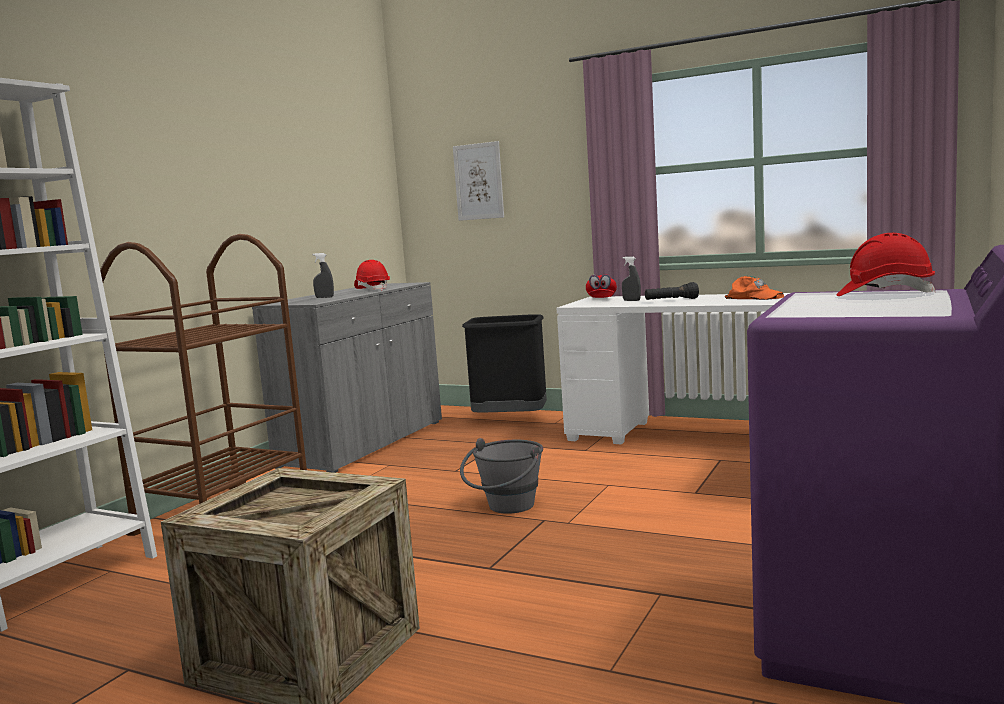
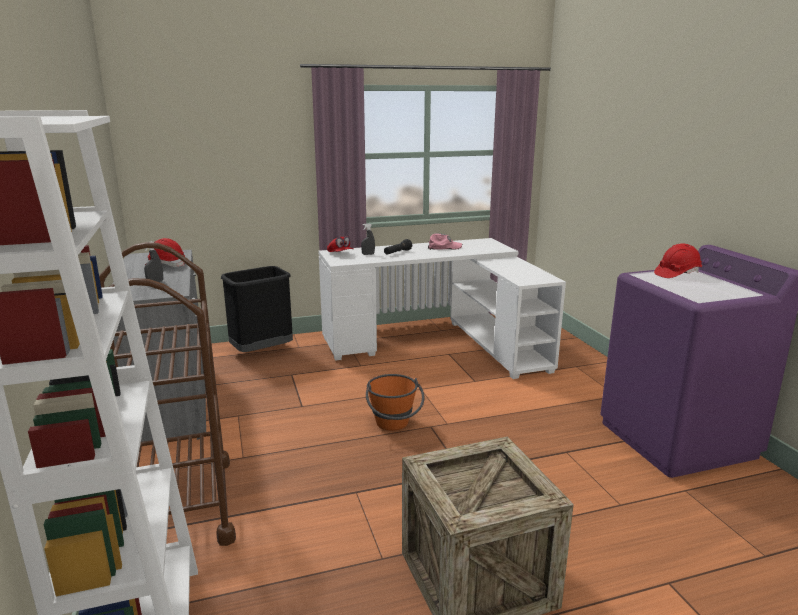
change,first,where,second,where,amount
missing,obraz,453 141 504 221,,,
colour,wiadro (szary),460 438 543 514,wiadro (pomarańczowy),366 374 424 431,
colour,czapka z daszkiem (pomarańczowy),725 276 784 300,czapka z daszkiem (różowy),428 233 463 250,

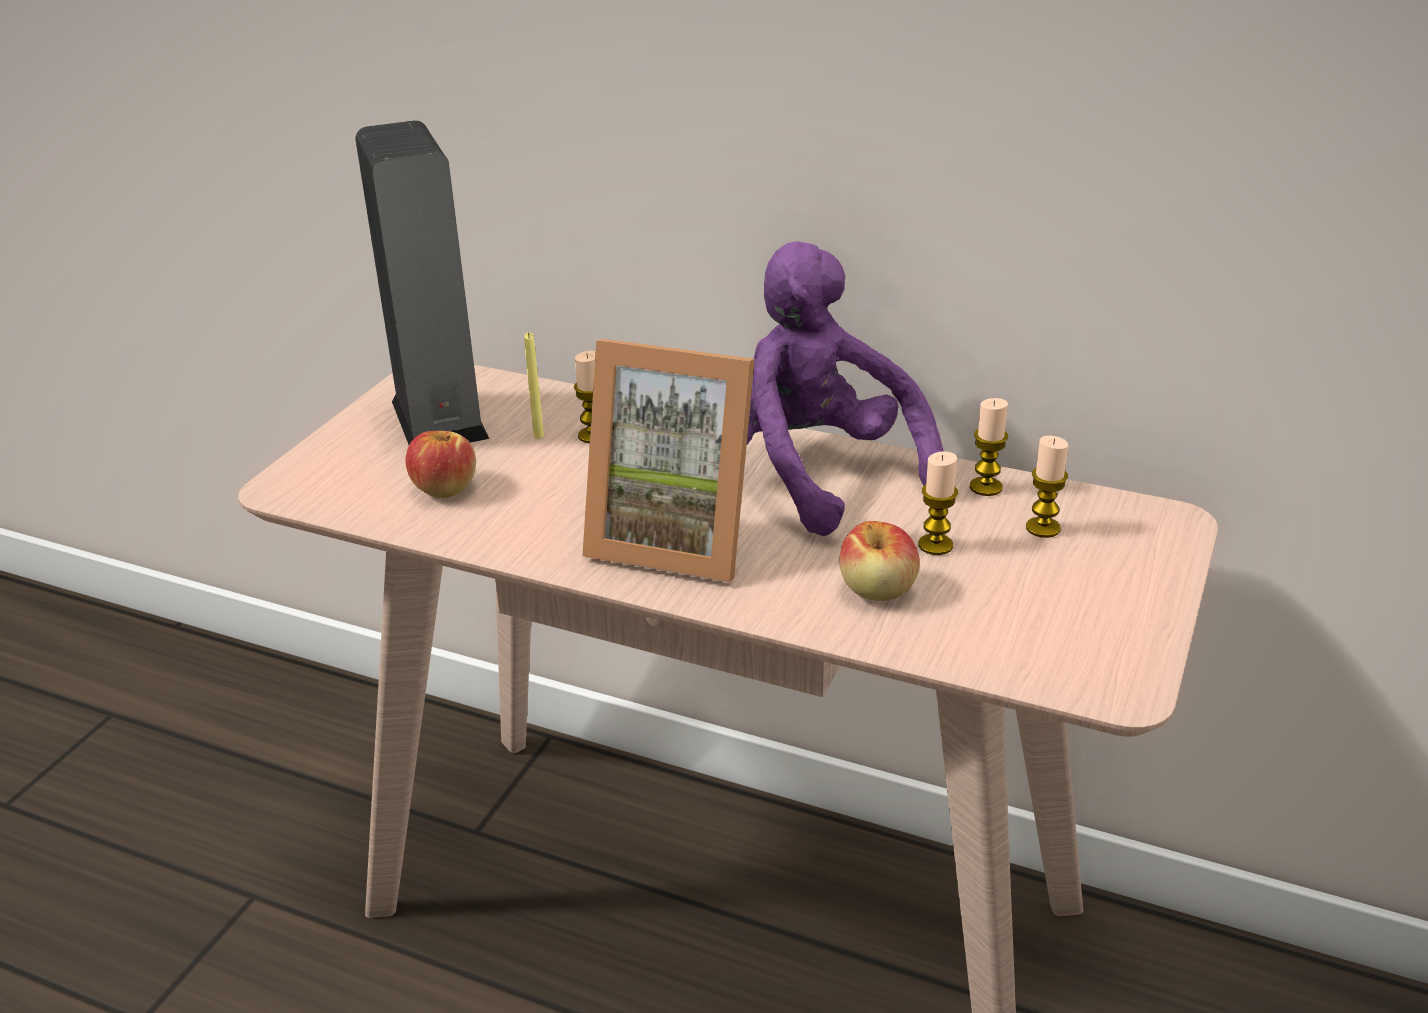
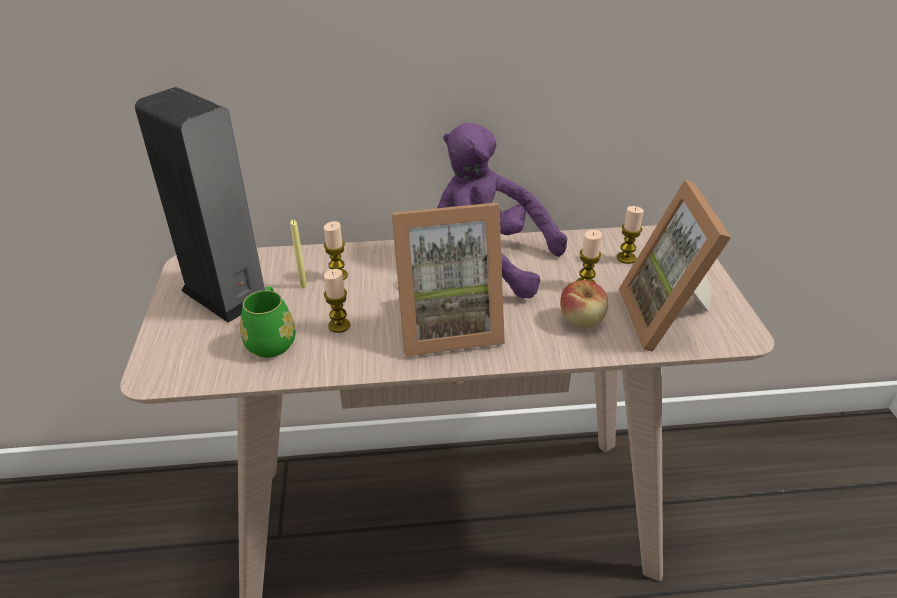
change,first,where,second,where,amount
exchanged,jabłko,405 431 476 498,kubek (zielony),240 287 296 357,
relocated,świeca,970 398 1008 496,,324 269 350 333,
appeared,,,ramka na zdjęcie,619 180 731 352,

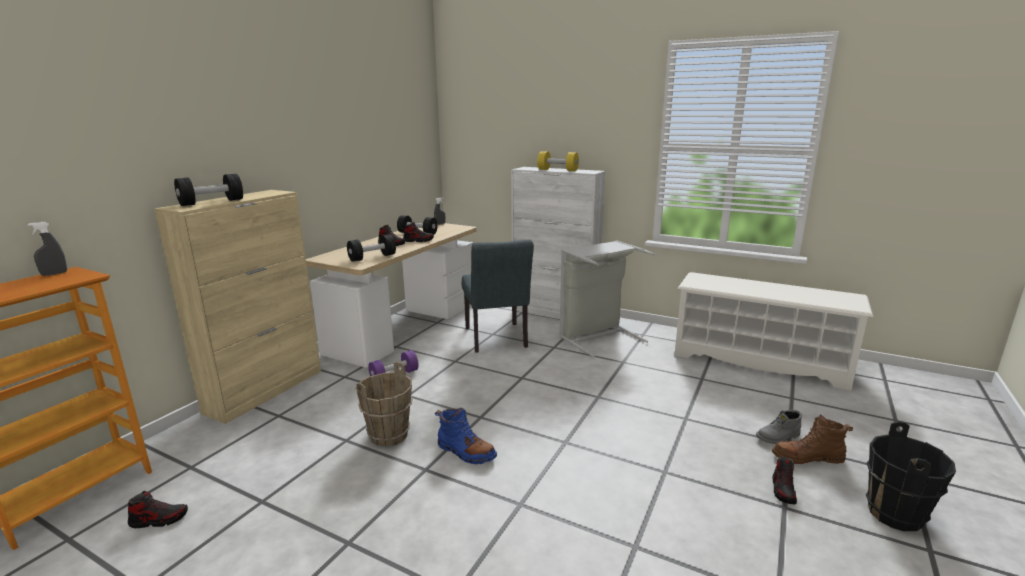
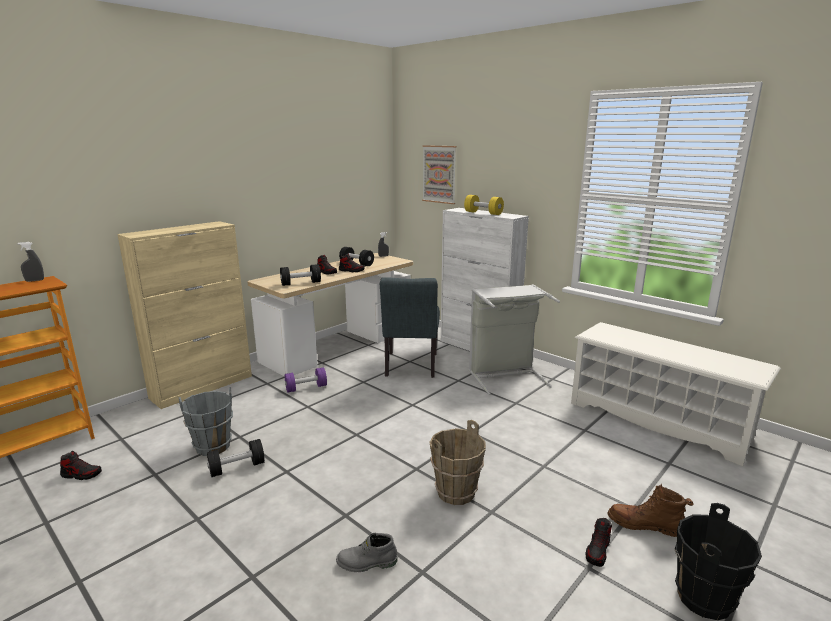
change,first,where,second,where,amount
relocated,hantel (czarny),174 174 243 206,,207 439 265 477,
relocated,wiadro (brązowy),355 362 412 447,,429 420 486 505,
missing,but z cholewką (niebieski),435 408 497 464,,,
relocated,but z cholewką (szary),756 410 802 444,,336 533 397 572,
appeared,,,wiadro (szary),179 388 233 456,
appeared,,,obraz,422 145 457 204,

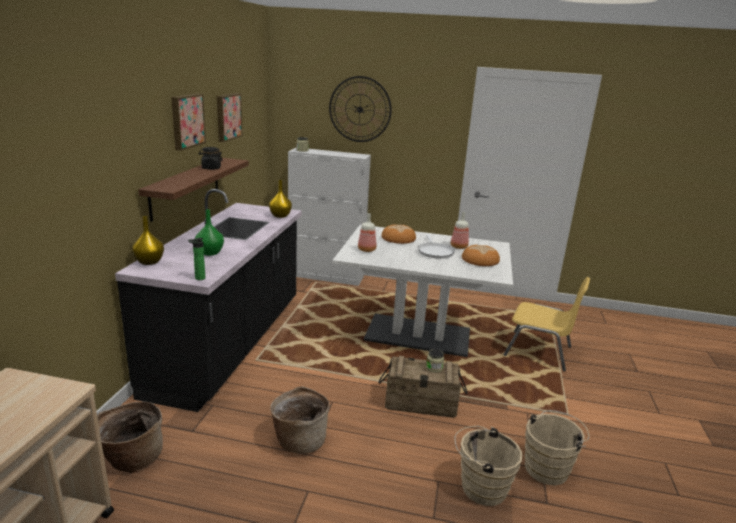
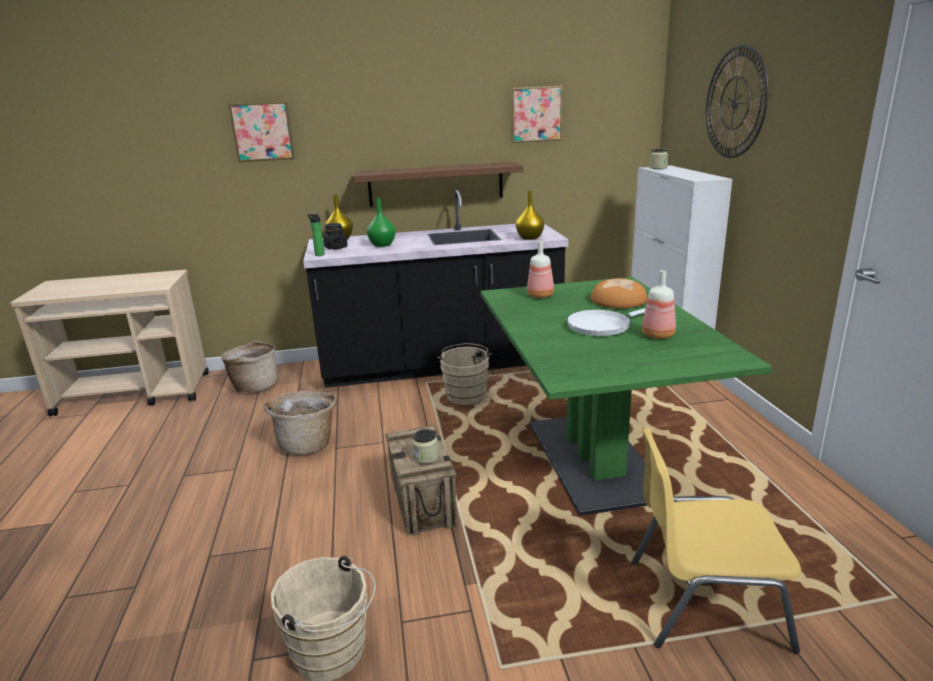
change,first,where,second,where,amount
relocated,obraz,171 94 206 151,,228 101 295 162,
relocated,słoik (czarny),199 147 223 170,,323 223 348 249,
colour,stół jadalny (biały),332 225 513 357,stół jadalny (zielony),481 277 772 516,
relocated,wiadro (beżowy),454 426 523 506,,437 343 492 405,
missing,chleb,462 245 500 266,,,
spun,krzesło (żółty),503 277 590 371,,632 428 801 654,90 degrees clockwise

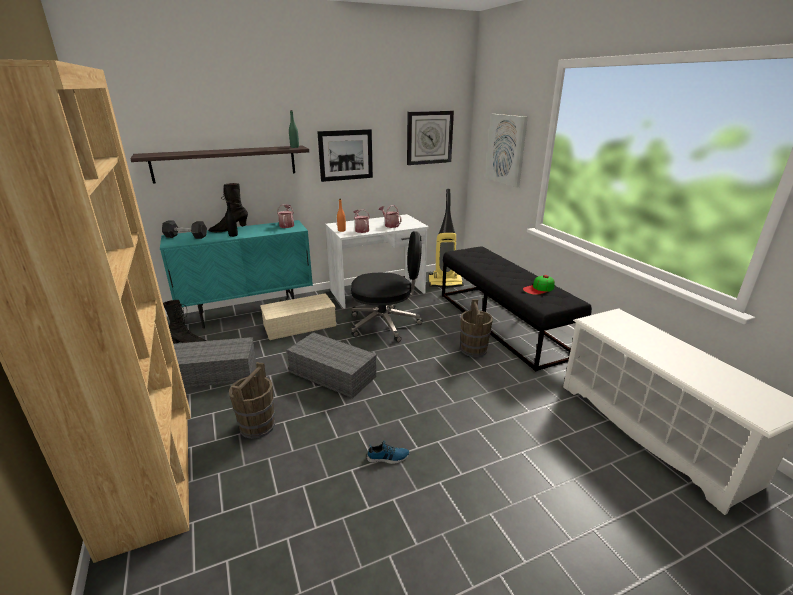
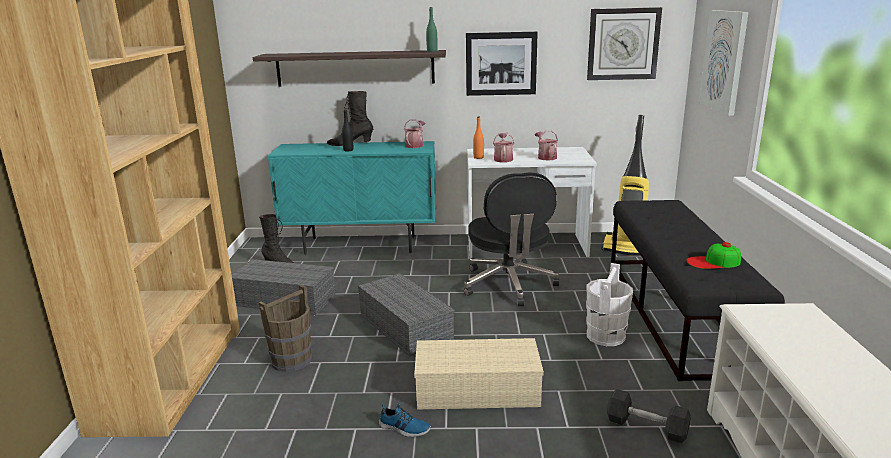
change,first,where,second,where,amount
relocated,hantel (szary),162 220 207 239,,607 389 691 443,
relocated,pojemnik do przechowywania (beżowy),260 293 336 340,,414 338 544 409,
spun,krzesło biurowe (czarny),351 231 423 342,,464 172 560 306,60 degrees clockwise
colour,wiadro (brązowy),460 299 493 357,wiadro (biały),586 263 633 346,

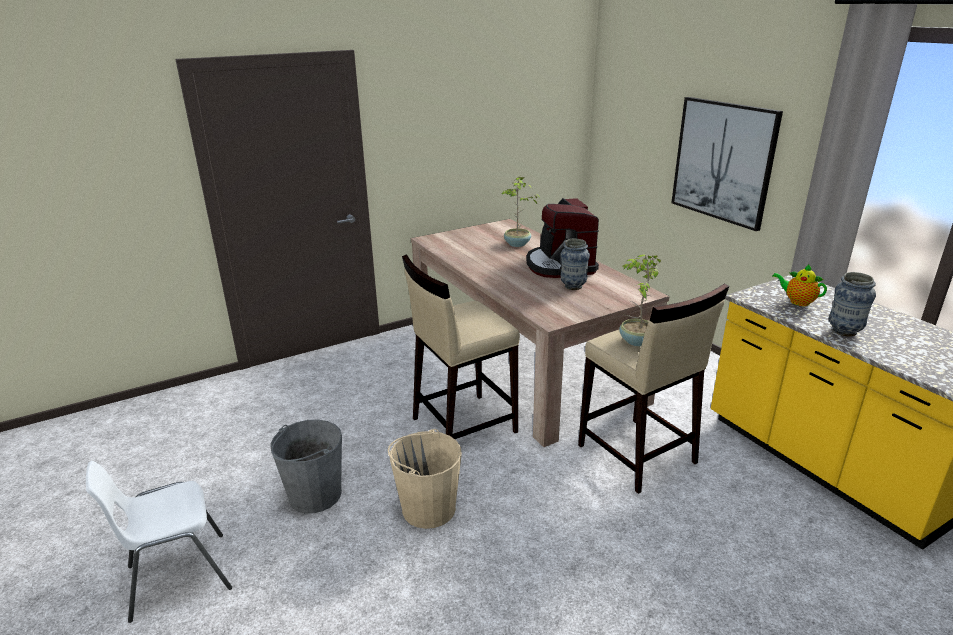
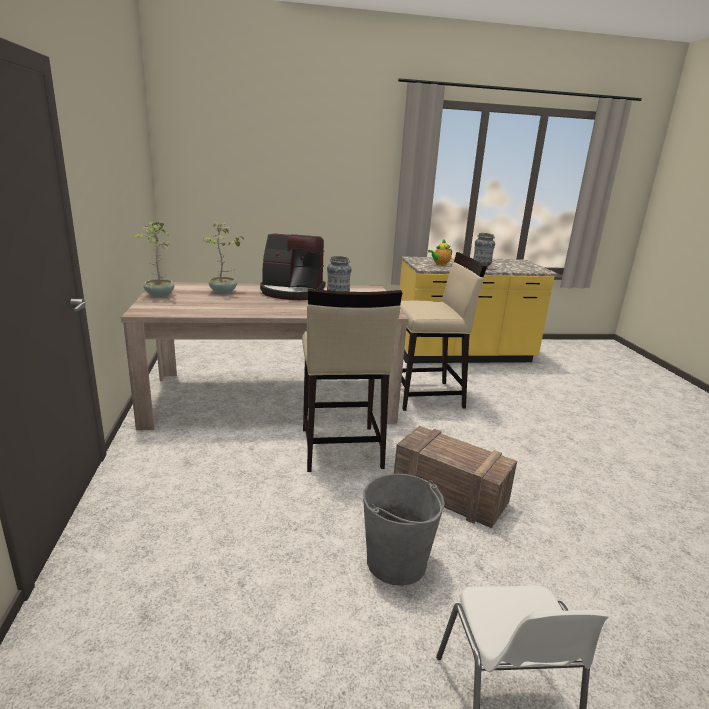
change,first,where,second,where,amount
exchanged,wiadro (beżowy),388 429 462 529,skrzynka,394 426 517 528,
relocated,roślina doniczkowa,619 254 661 346,,132 222 174 297,
missing,obraz,671 97 783 231,,,

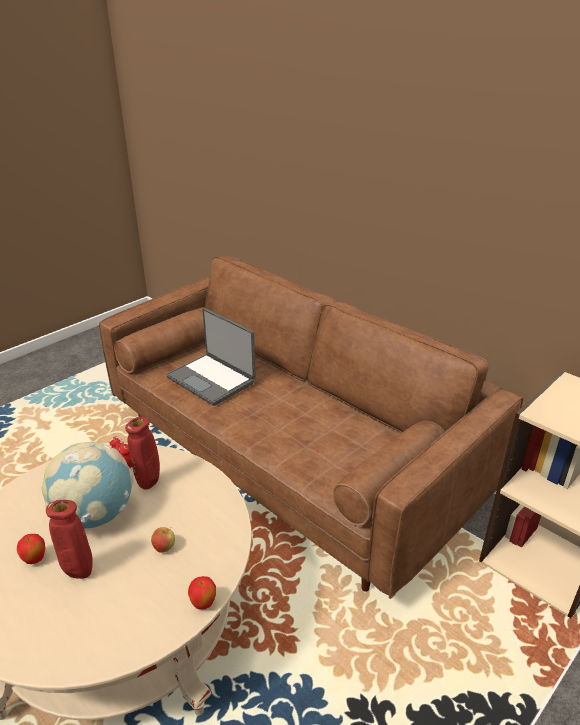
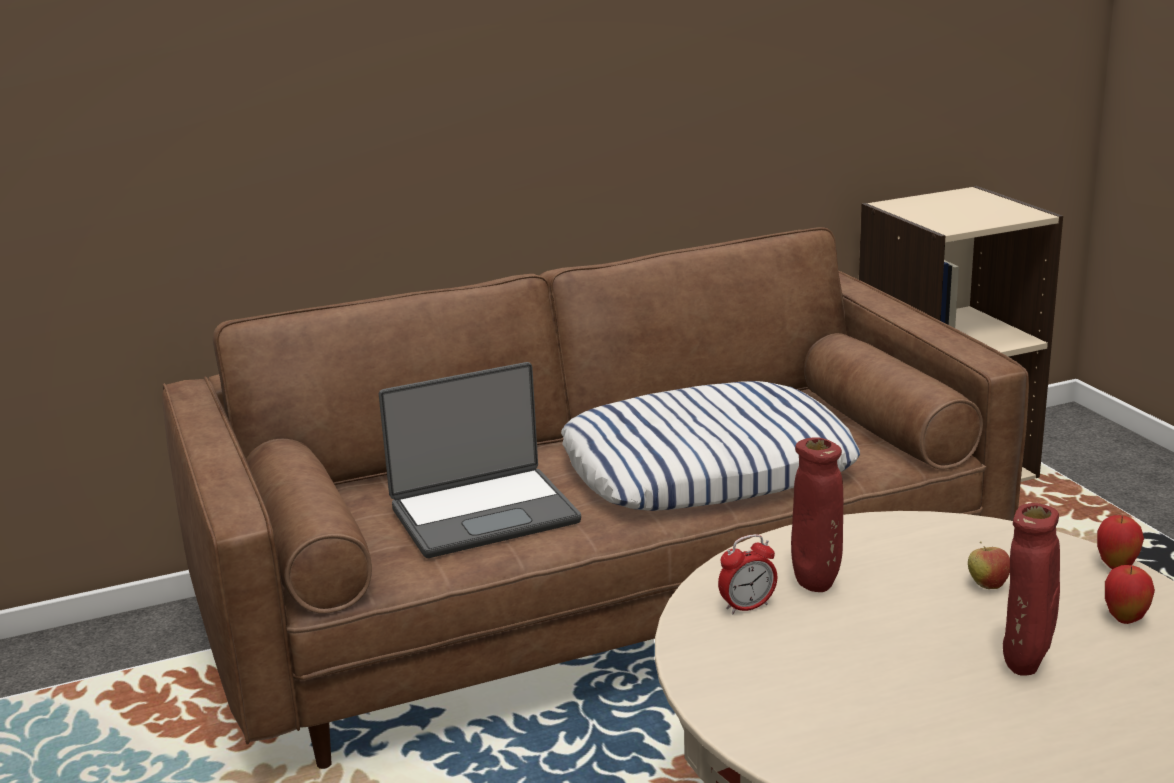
change,first,where,second,where,amount
relocated,jabłko,17 534 45 564,,1105 565 1155 624,
missing,globus,42 441 134 529,,,
appeared,,,poduszka,561 381 860 511,

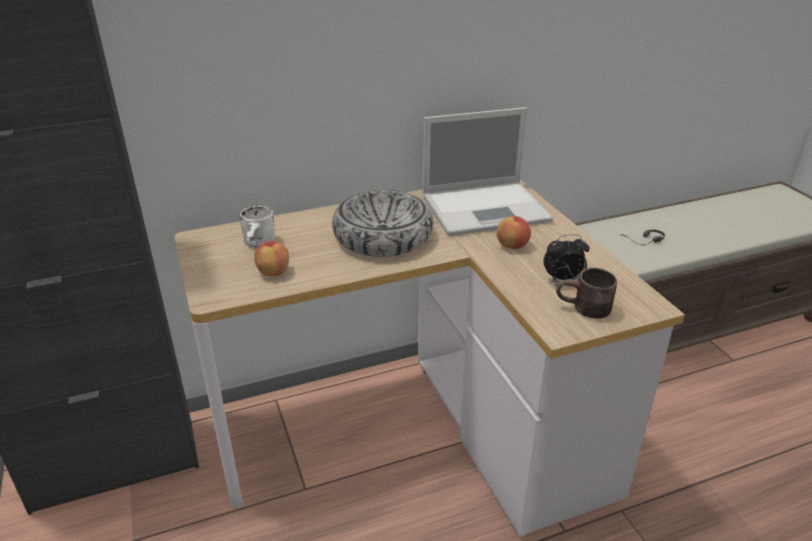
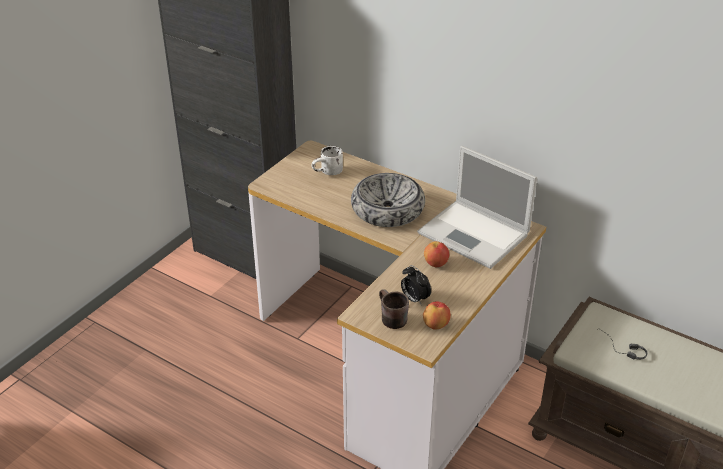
change,first,where,second,where,amount
relocated,jabłko,254 241 289 276,,423 301 451 330,

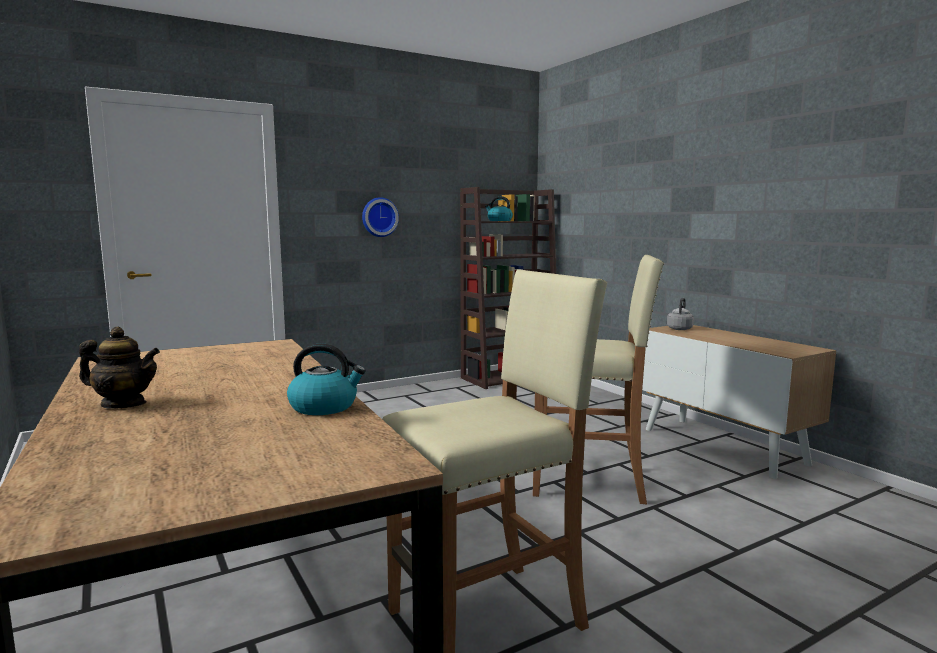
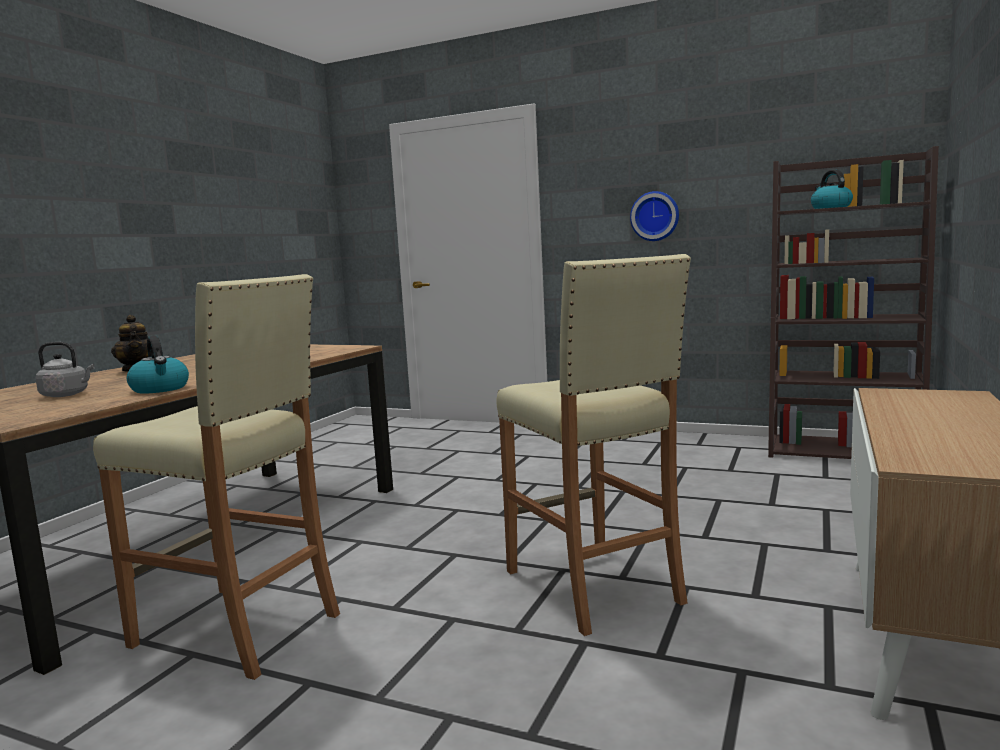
change,first,where,second,where,amount
relocated,czajnik (szary),667 298 694 330,,36 342 95 397,

